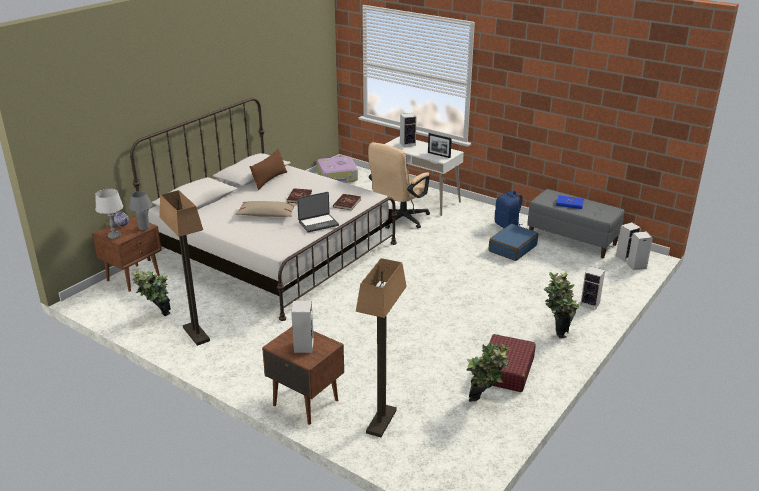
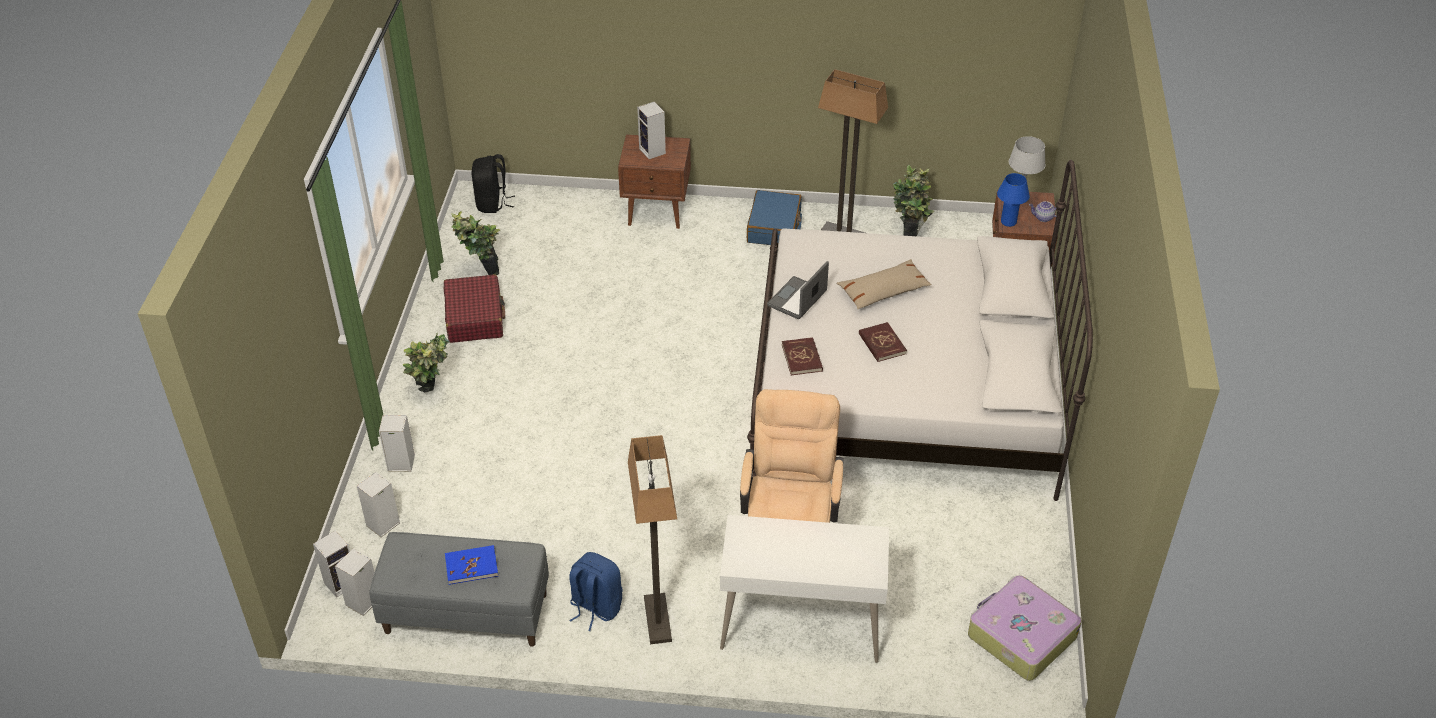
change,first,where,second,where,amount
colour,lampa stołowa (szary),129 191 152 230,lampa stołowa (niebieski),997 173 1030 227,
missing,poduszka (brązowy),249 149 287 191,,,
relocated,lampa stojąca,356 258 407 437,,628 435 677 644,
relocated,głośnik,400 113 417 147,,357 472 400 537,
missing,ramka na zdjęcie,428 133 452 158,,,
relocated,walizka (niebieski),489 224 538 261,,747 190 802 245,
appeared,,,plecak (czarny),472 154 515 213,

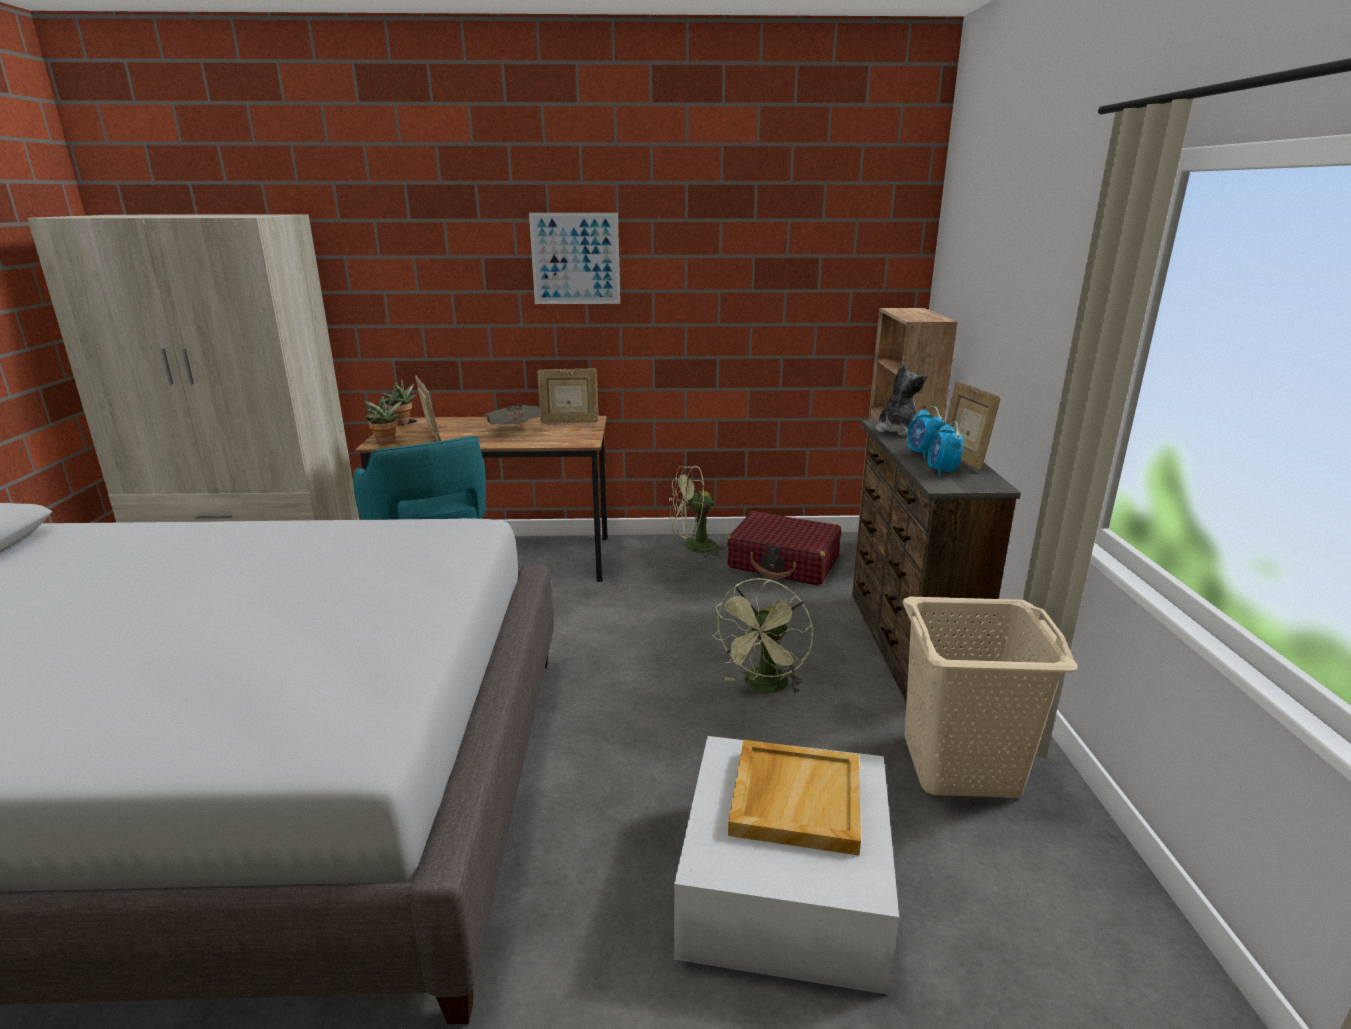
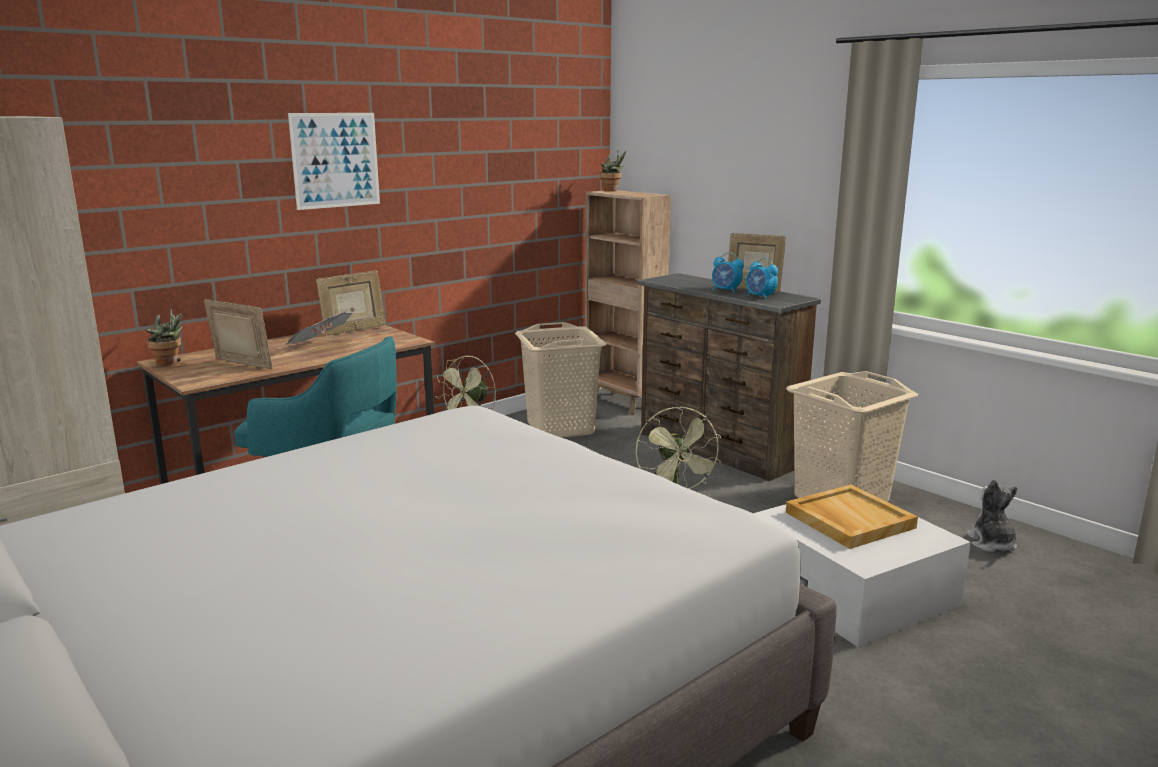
change,first,where,second,where,amount
relocated,roślina doniczkowa,364 395 402 444,,600 150 626 192,
exchanged,walizka (czerwony),727 511 841 586,kosz na pranie (beżowy),515 322 607 438,
relocated,pluszak,876 363 928 436,,966 479 1018 552,

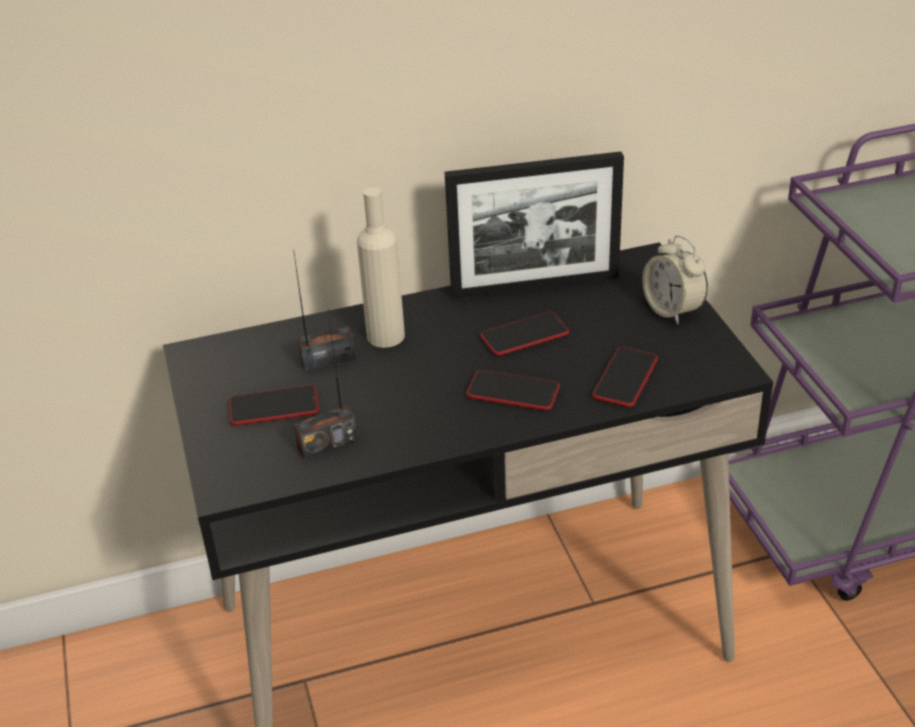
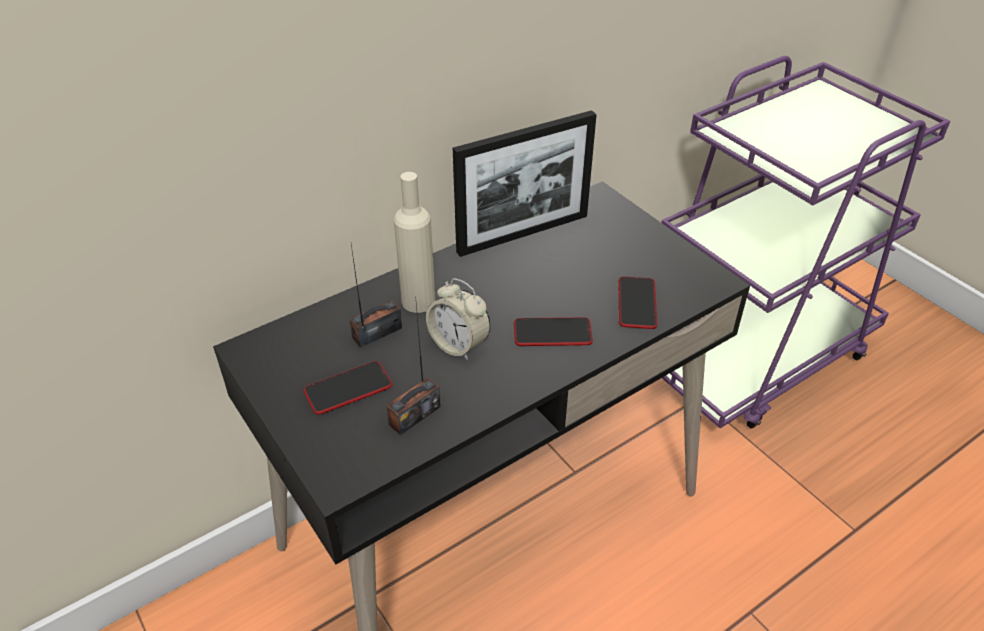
change,first,where,second,where,amount
missing,telefon,480 312 569 356,,,
relocated,budzik,642 235 708 324,,426 278 491 360,

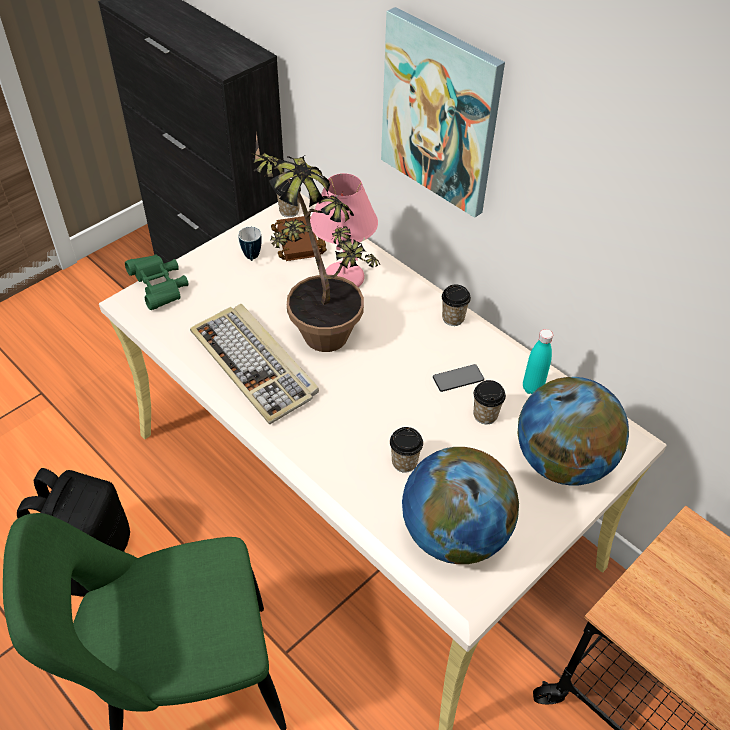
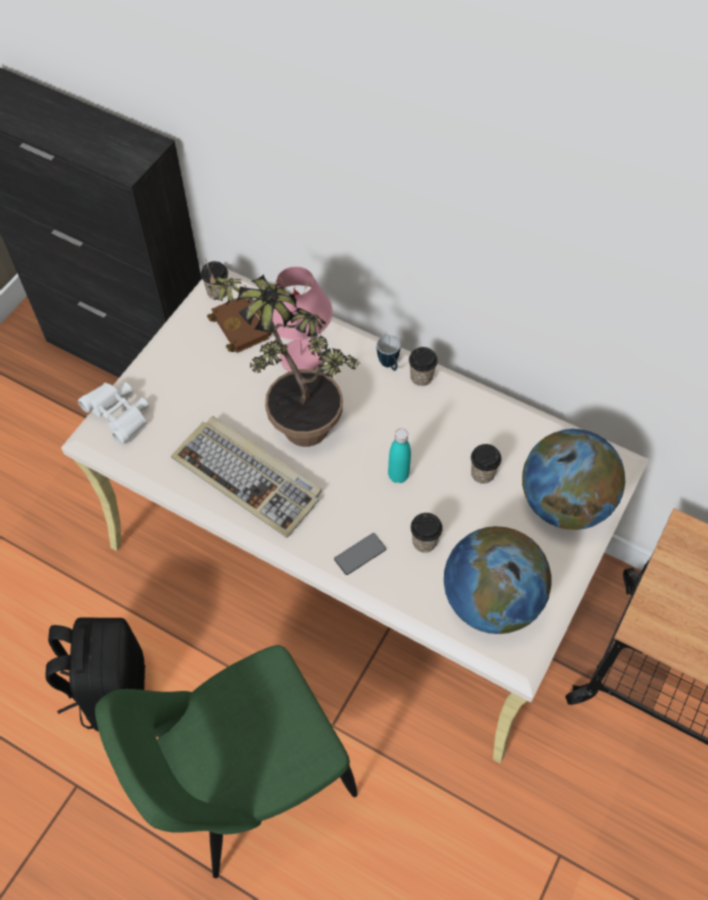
change,first,where,second,where,amount
colour,lornetka (zielony),125 254 188 310,lornetka (biały),78 382 149 445,
relocated,kubek,238 227 262 261,,377 335 401 371,
missing,obraz,381 7 505 218,,,
relocated,telefon,433 364 484 392,,334 533 386 575,
relocated,butelka (turkusowy),523 329 553 394,,388 428 411 483,

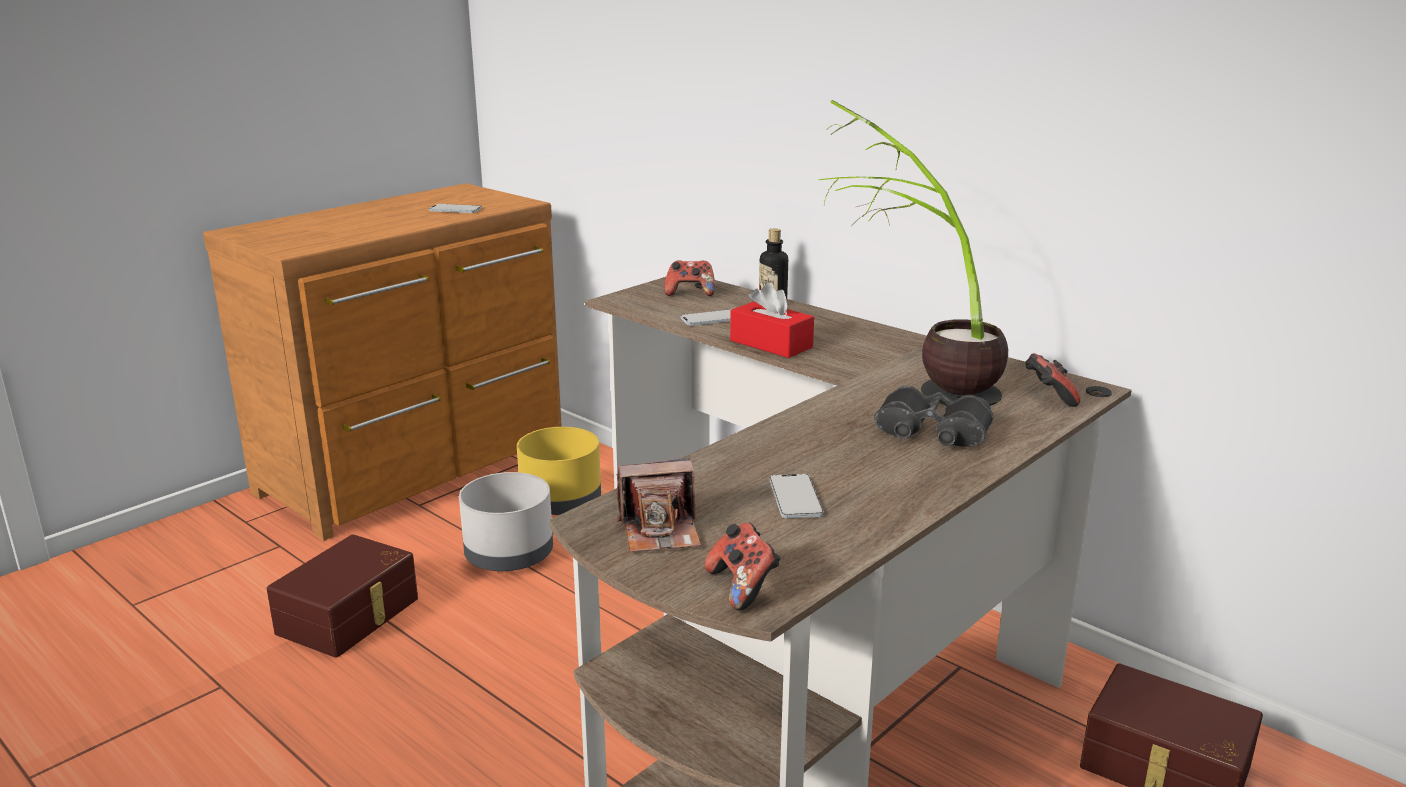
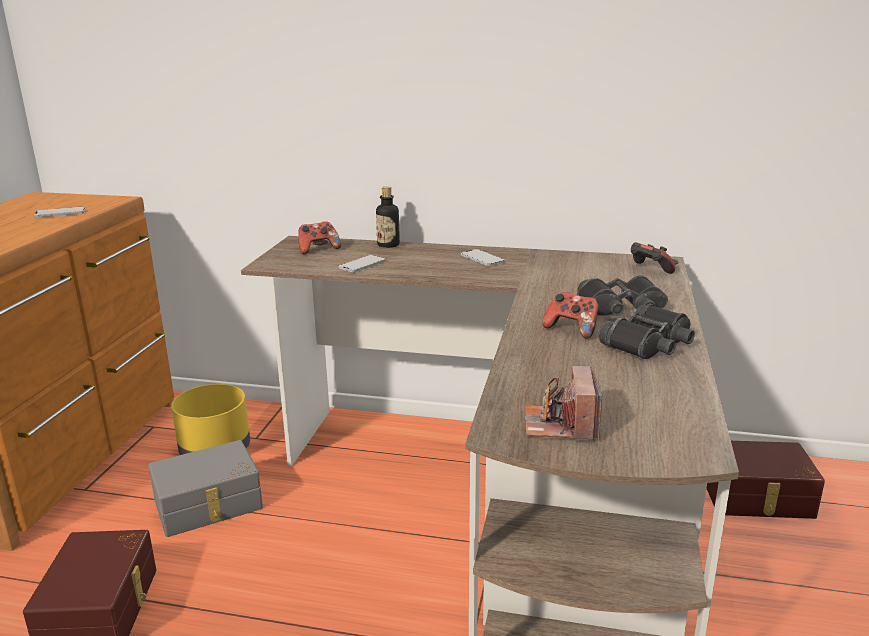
change,first,where,second,where,amount
exchanged,donica (szary),459 472 553 571,pojemnik do przechowywania (szary),148 440 263 537,
spun,aparat fotograficzny,617 458 701 553,,524 366 602 440,135 degrees clockwise
relocated,pad do gier,705 523 781 611,,542 292 599 339,
missing,pudełko chusteczek (czerwony),730 283 814 358,,,
relocated,telefon,770 474 823 518,,461 249 505 266,
missing,roślina doniczkowa,818 100 1008 406,,,
appeared,,,lornetka (czarny),599 304 695 359,

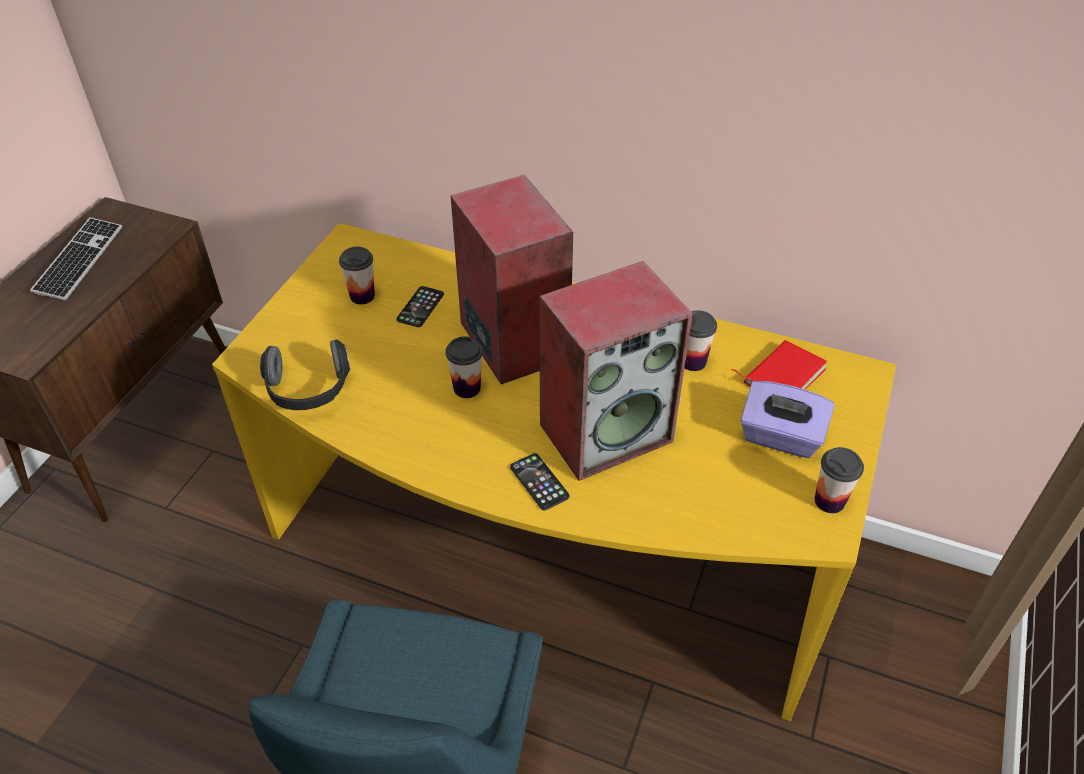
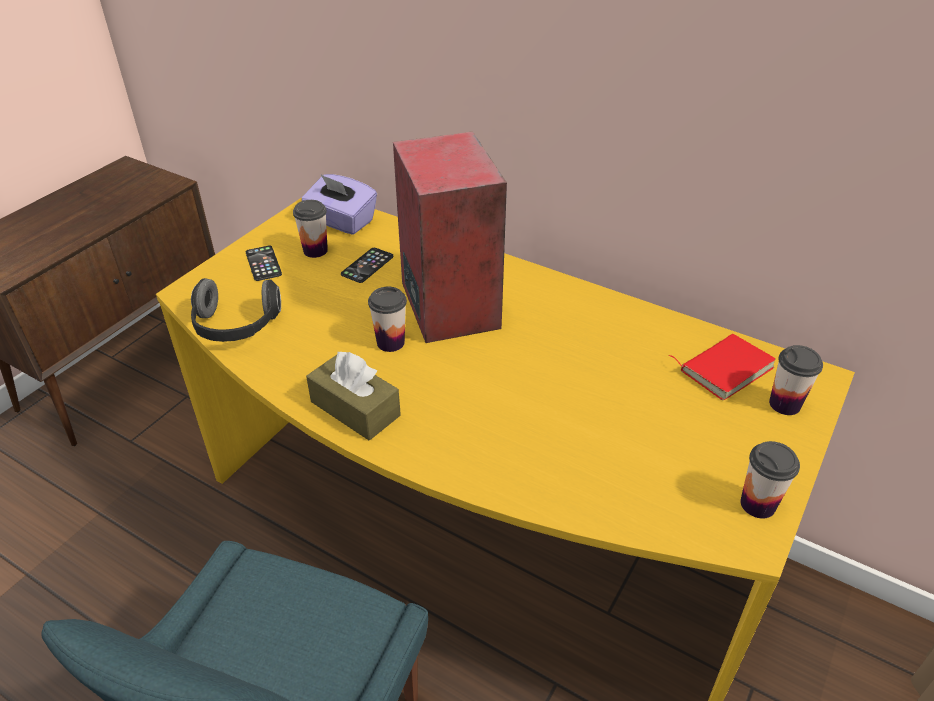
change,first,where,second,where,amount
missing,klawiatura,30 217 122 300,,,
relocated,telefon,510 453 570 510,,246 246 282 281,
missing,głośnik,540 261 693 481,,,
relocated,filiżanka,685 310 717 371,,769 345 823 415,
relocated,pudełko chusteczek (fioletowy),740 381 835 458,,301 174 377 235,
appeared,,,pudełko chusteczek (brązowy),306 351 401 440,

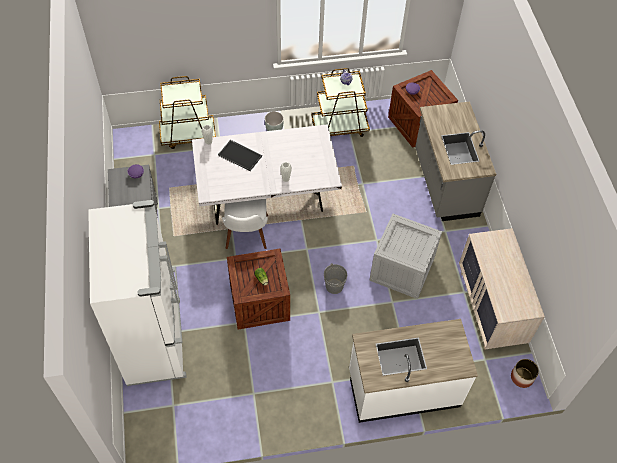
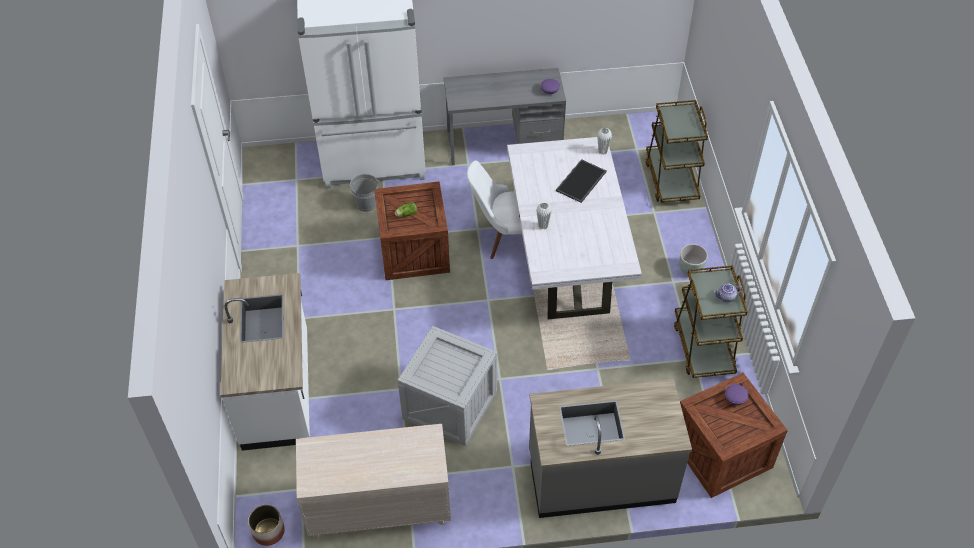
change,first,where,second,where,amount
relocated,wiadro (szary),324 263 347 294,,348 174 378 212,

